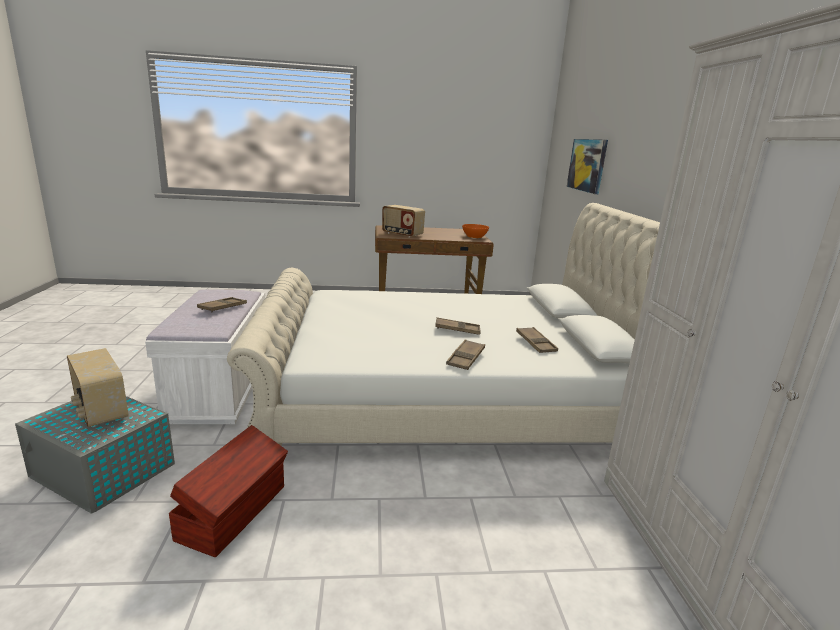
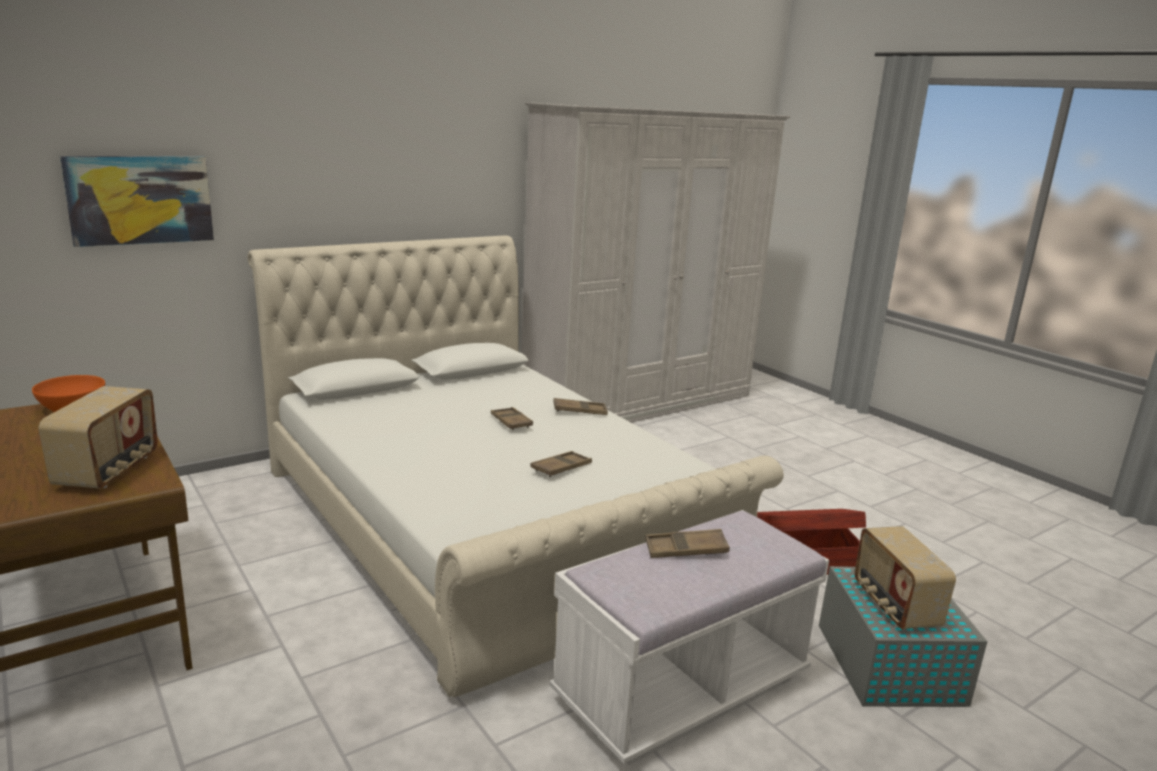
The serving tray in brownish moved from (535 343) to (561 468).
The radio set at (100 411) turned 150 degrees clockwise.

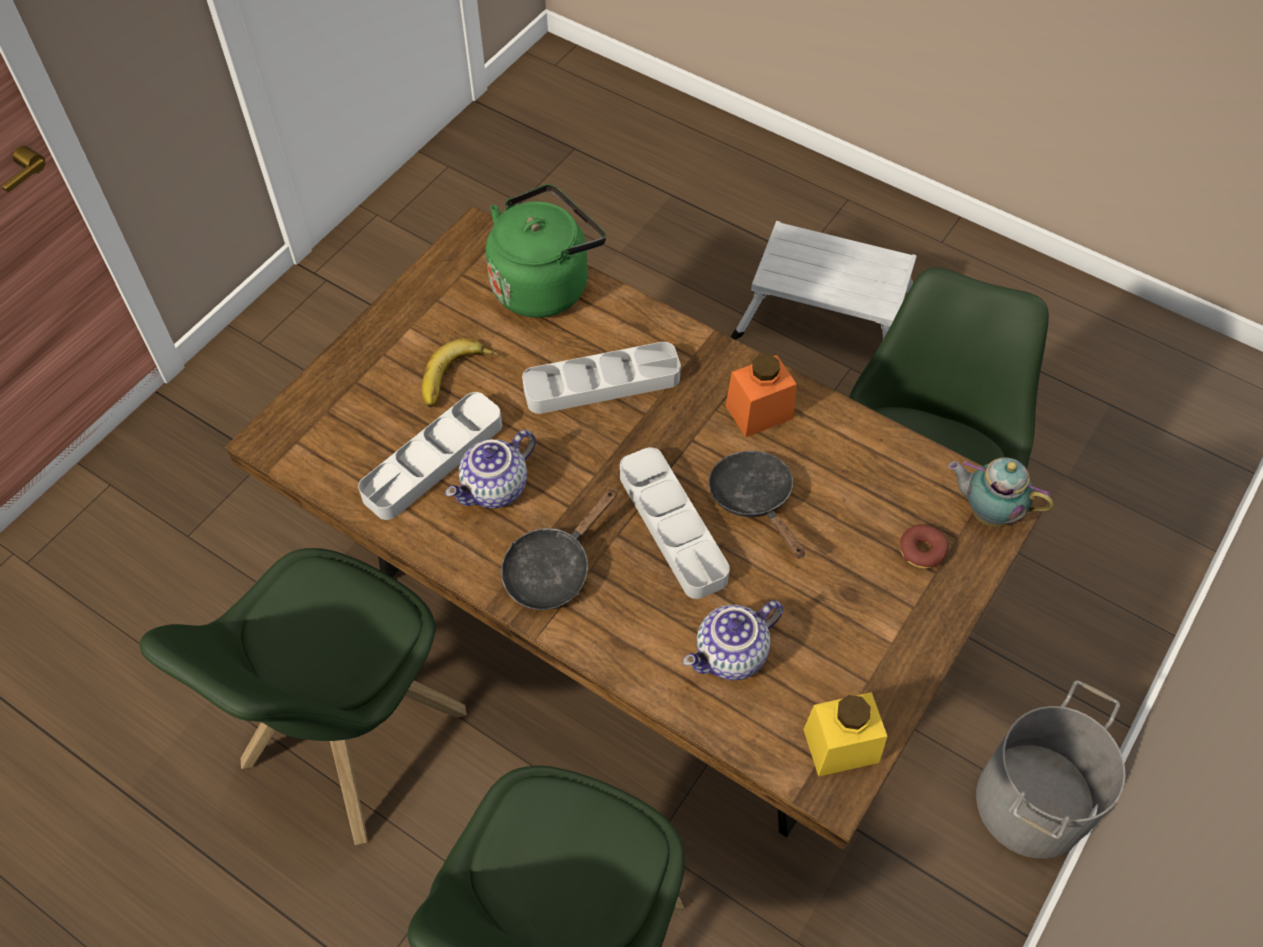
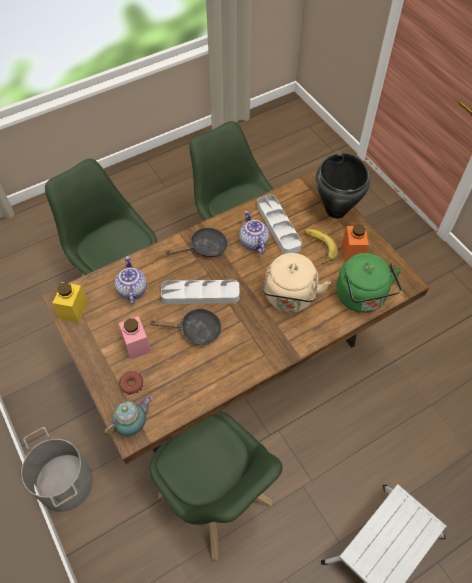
The serving tray in greyish at (602 383) was replaced by the kettle in beige-coloured at (290 298).
The preserve jar in orangey moved from (759 412) to (353 251).
The pan in blackish at (553 569) turned 90 degrees clockwise.
The saucepot in blackish at (336 210) appeared.
The preserve jar in pink at (136 344) appeared.

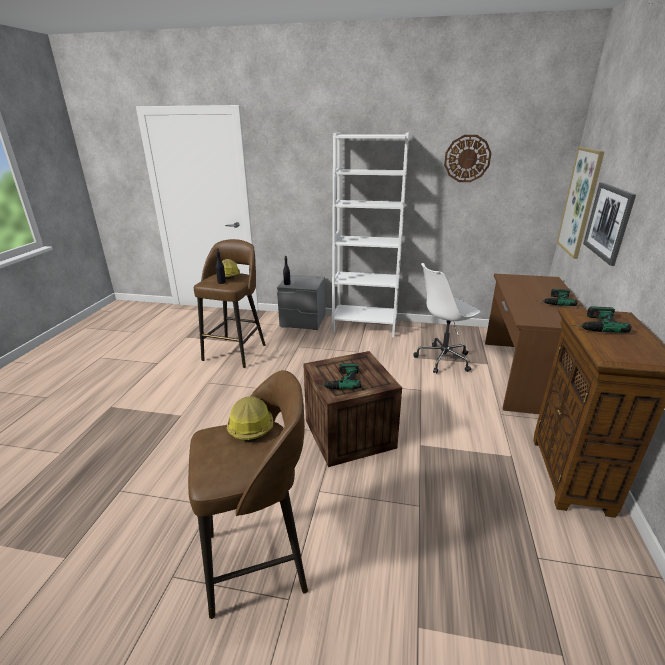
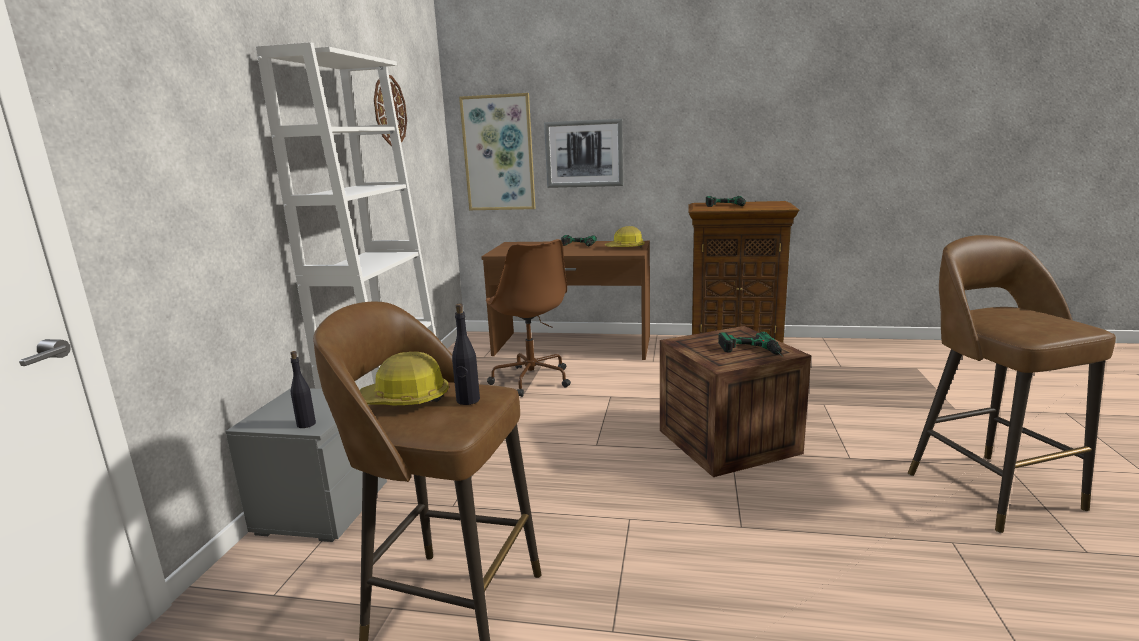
The desk chair in whitish at (442 360) became the desk chair in brownish at (532 381).
The work helmet moved from (250 425) to (625 248).

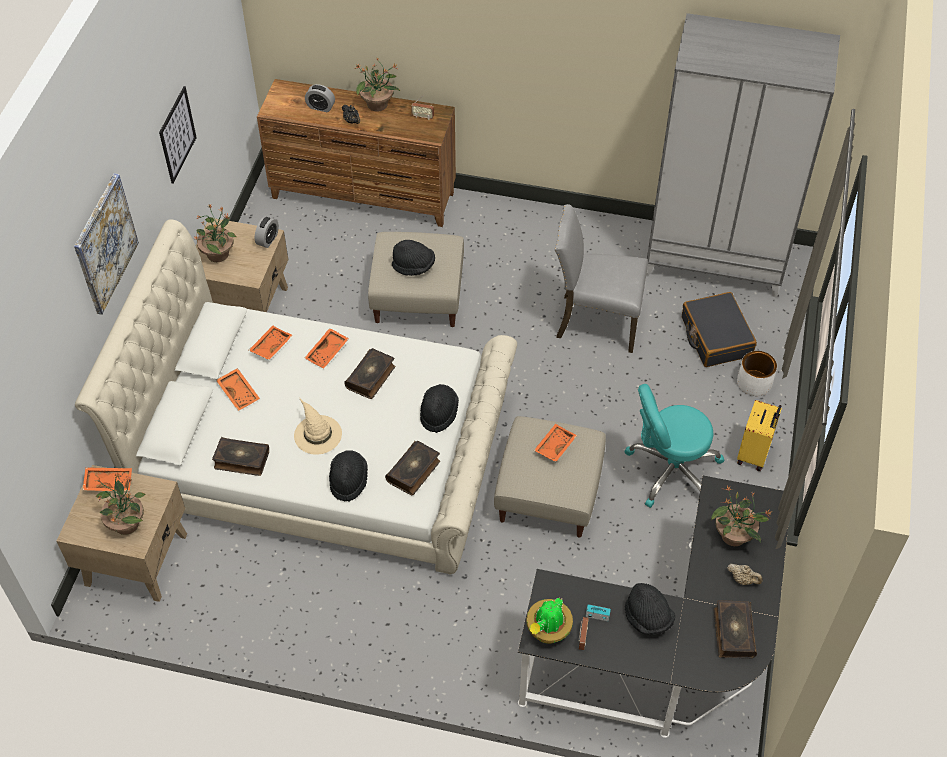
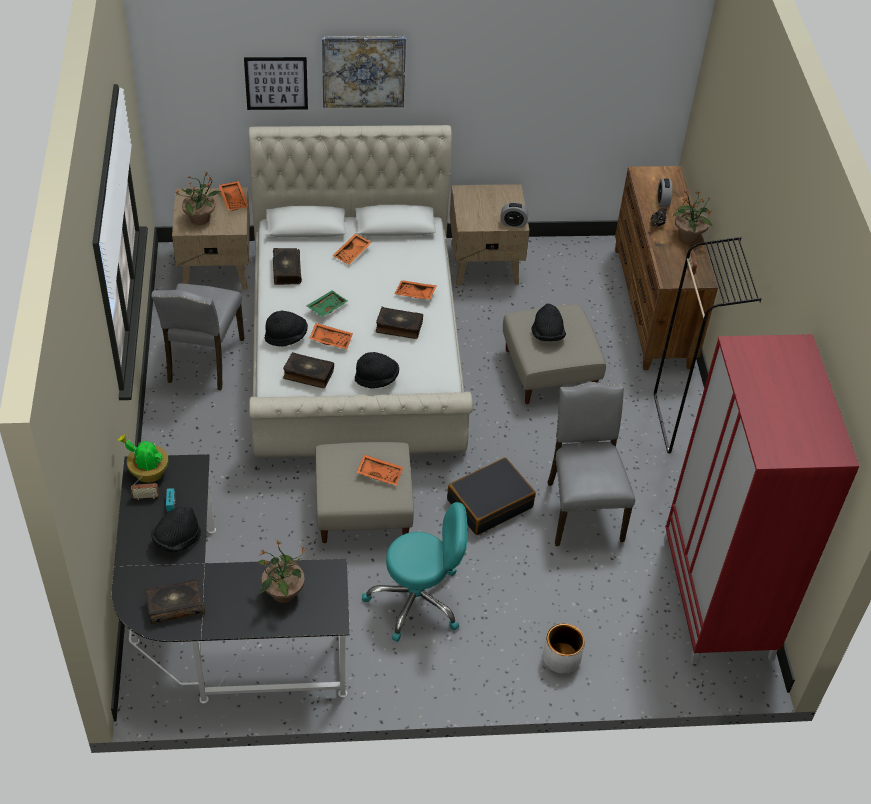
The wardrobe in greyish at (716 259) became the wardrobe in red-coloured at (718 599).
The wall picture moved from (177 134) to (276 83).
The plant in a pot at (218 254) disappeared.
The suitcase in blackish moved from (715 337) to (489 503).
The serving tray in orangey moved from (270 346) to (331 339).
The desk chair in blue-green at (669 472) turned 120 degrees clockwise.
The wearable hat in beige-coloured at (317 434) was replaced by the serving tray in green-coloured at (326 307).
The suitcase in yellow-coloured at (754 454) disappeared.
The pot for tea in beige-coloured at (743 579) disappeared.
The garment rack in blackish at (683 424) appeared.
The upright chair in greyish at (203 361) appeared.

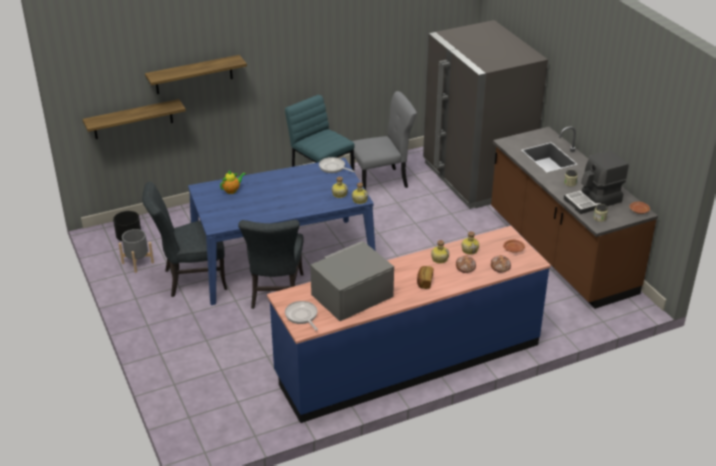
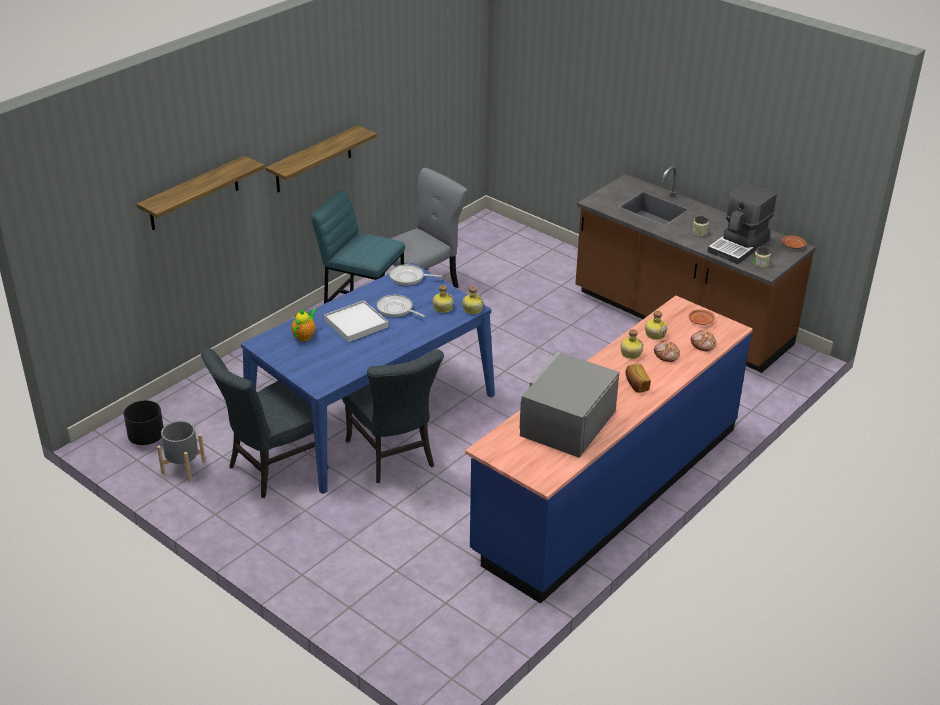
The refrigerator in greyish at (476 178) disappeared.
The bracket shelf moved from (133 119) to (313 159).
The pan moved from (302 316) to (396 309).
The serving tray in whitish at (356 324) appeared.

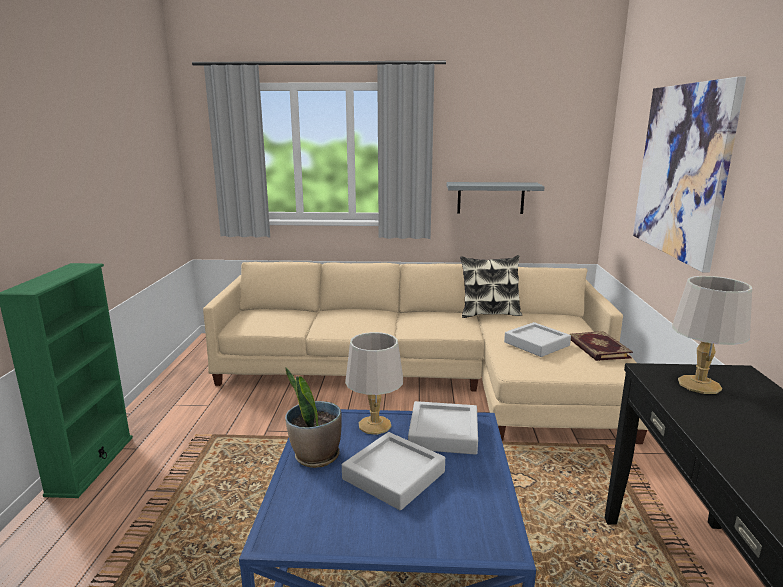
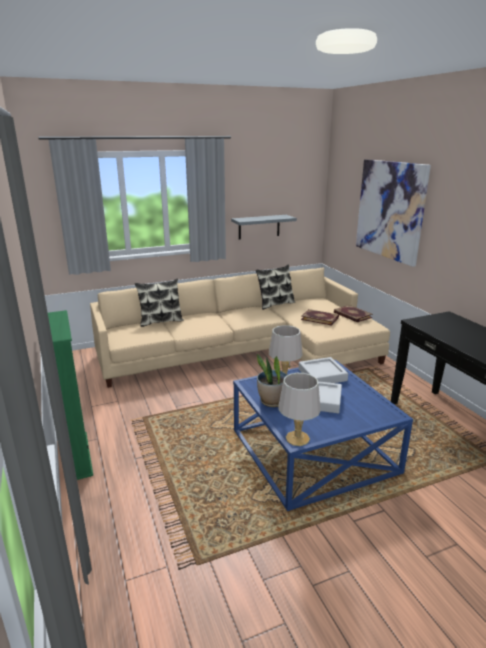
The tabletop lamp in greyish moved from (700 384) to (297 438).
The serving tray in greyish at (536 344) was replaced by the book at (320 318).
The cushion at (160 321) appeared.

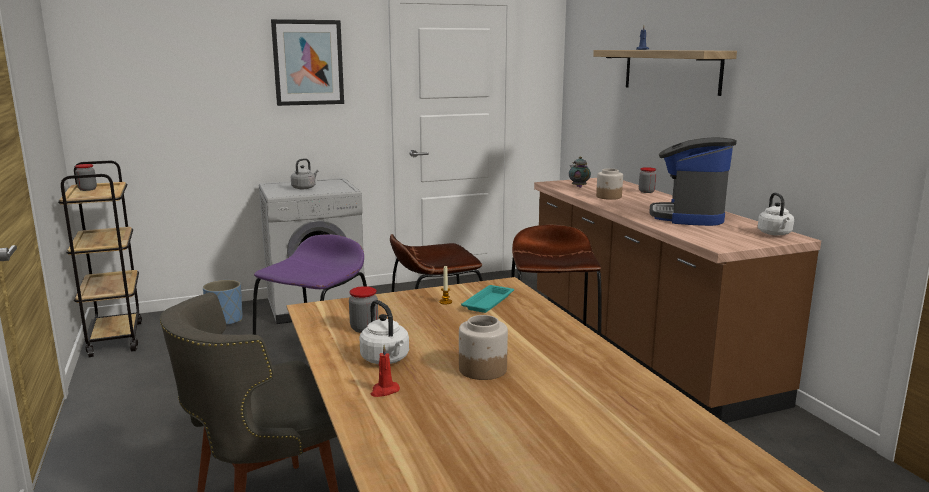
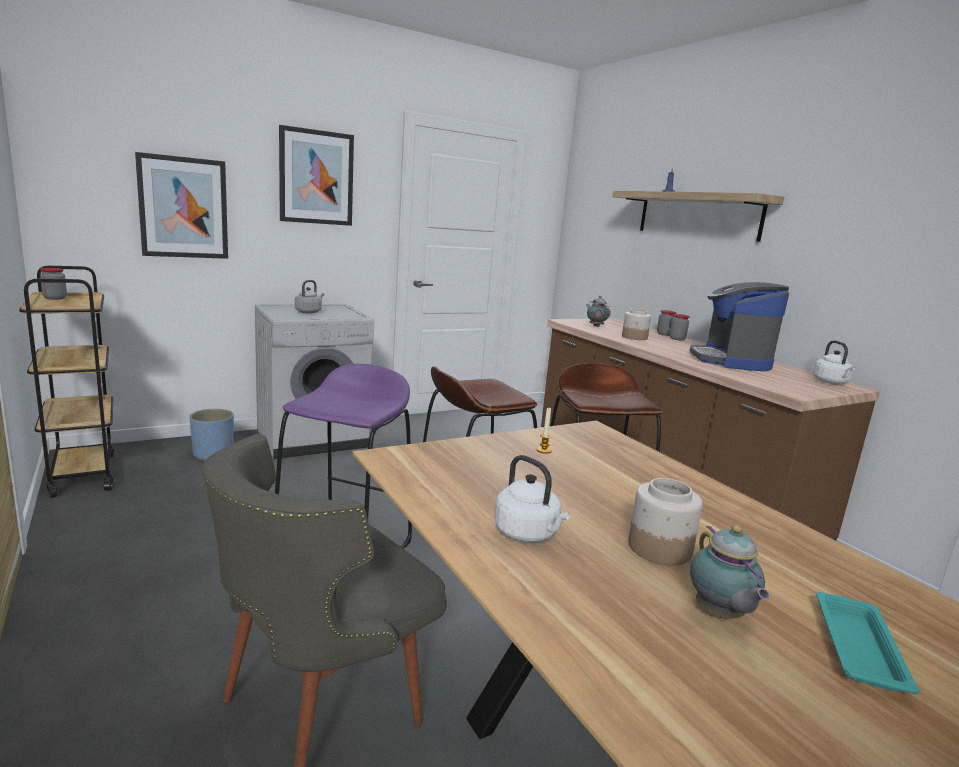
The serving tray in blue-green moved from (489 302) to (857 646).
The preserve jar moved from (364 328) to (677 339).
The candle in red-coloured at (384 391) disappeared.
The wall picture at (183 207) appeared.
The pot for tea at (719 615) appeared.

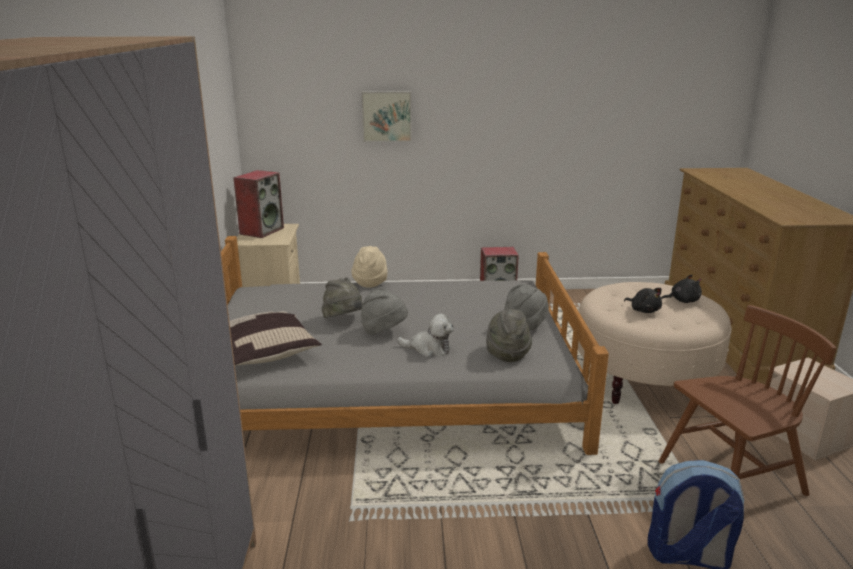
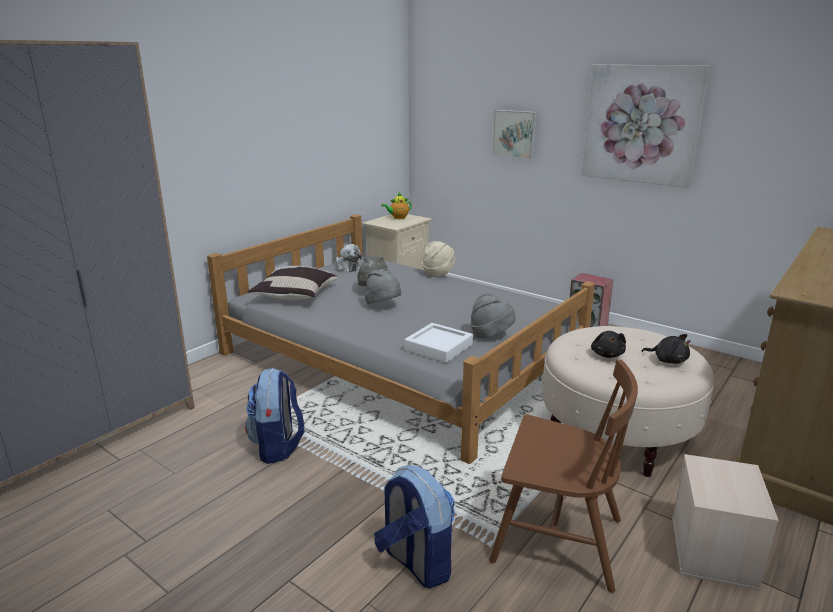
The audio speaker at (262 231) was replaced by the pot for tea at (398 218).
The wearable hat in greyish at (507 353) was replaced by the serving tray in whitish at (438 347).
The soft toy moved from (429 349) to (347 267).
The wall picture at (641 124) appeared.
The backpack at (278 447) appeared.

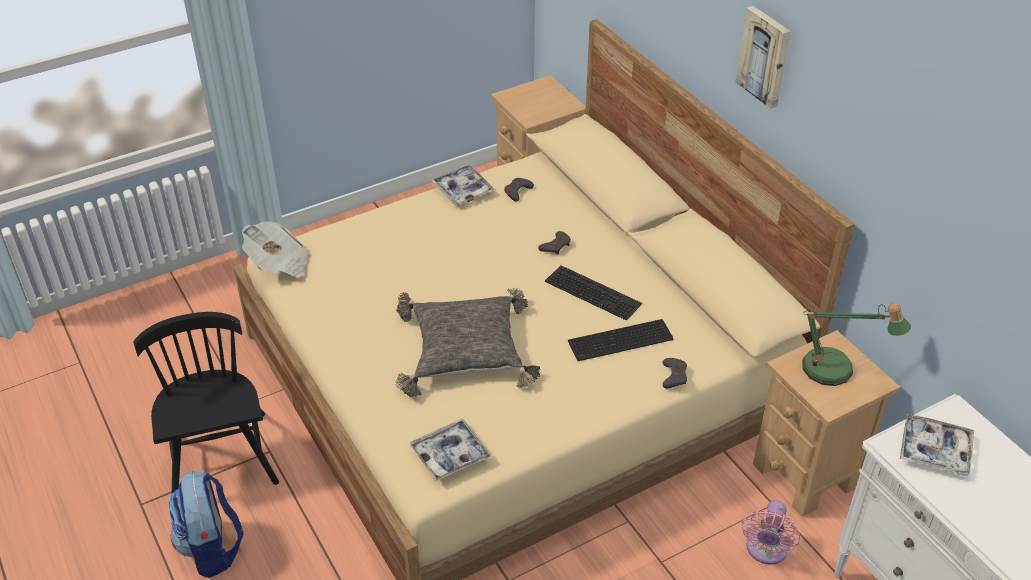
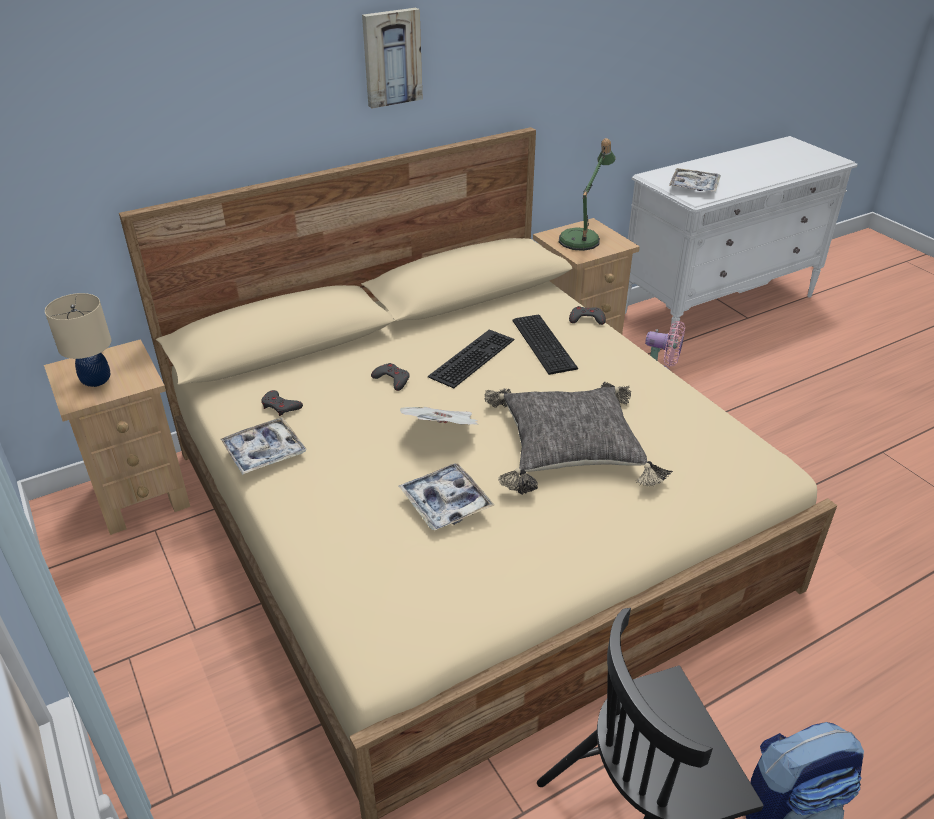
The newspaper moved from (278 263) to (443 432).
The serving tray moved from (450 455) to (445 503).
The tabletop lamp in beige-coloured at (98 380) appeared.

